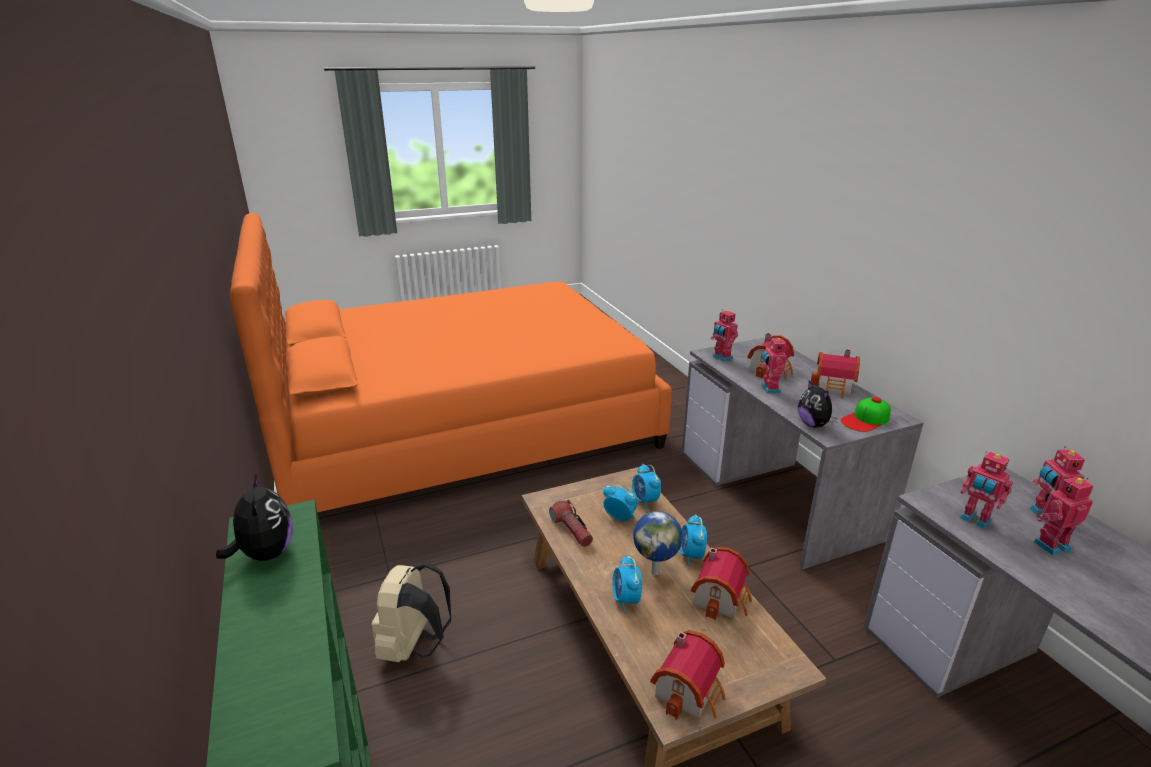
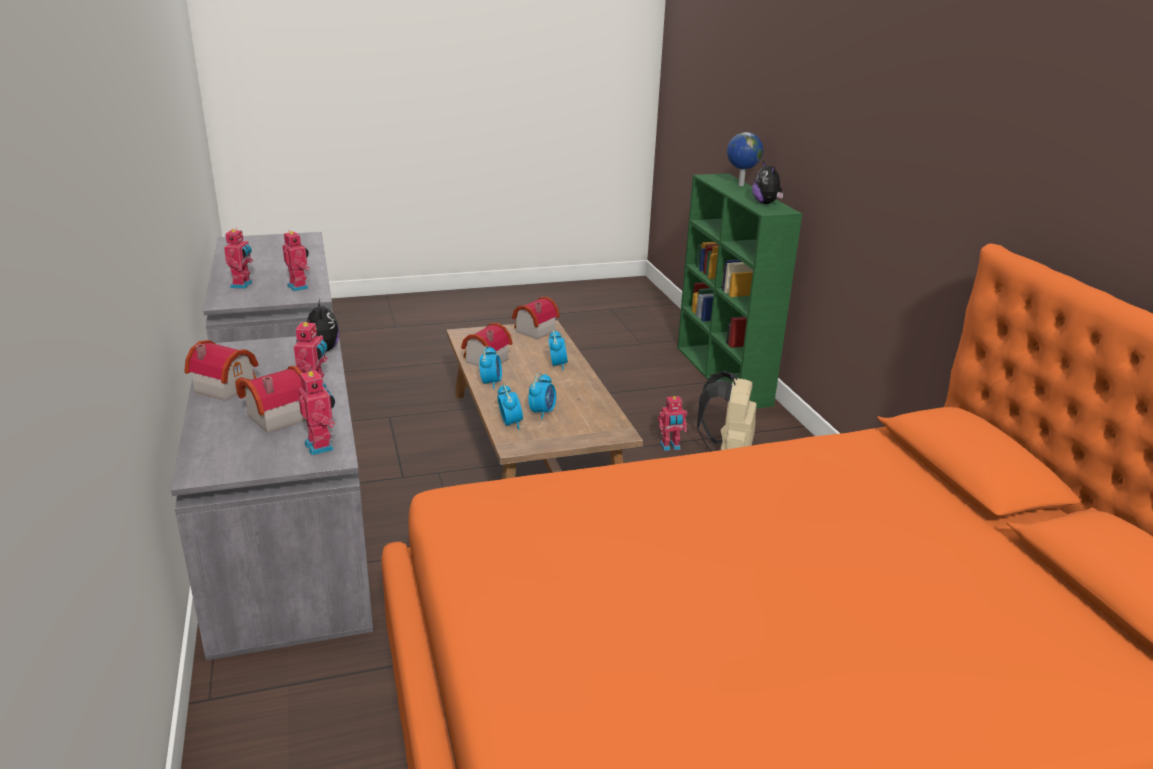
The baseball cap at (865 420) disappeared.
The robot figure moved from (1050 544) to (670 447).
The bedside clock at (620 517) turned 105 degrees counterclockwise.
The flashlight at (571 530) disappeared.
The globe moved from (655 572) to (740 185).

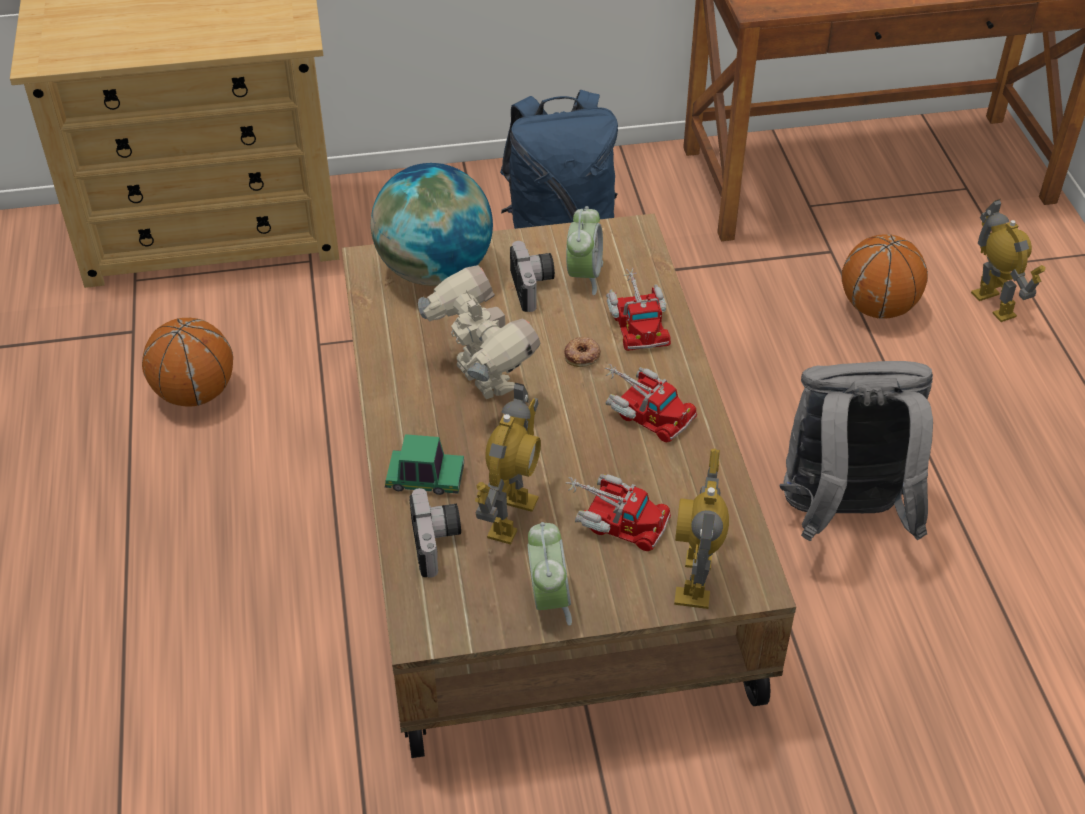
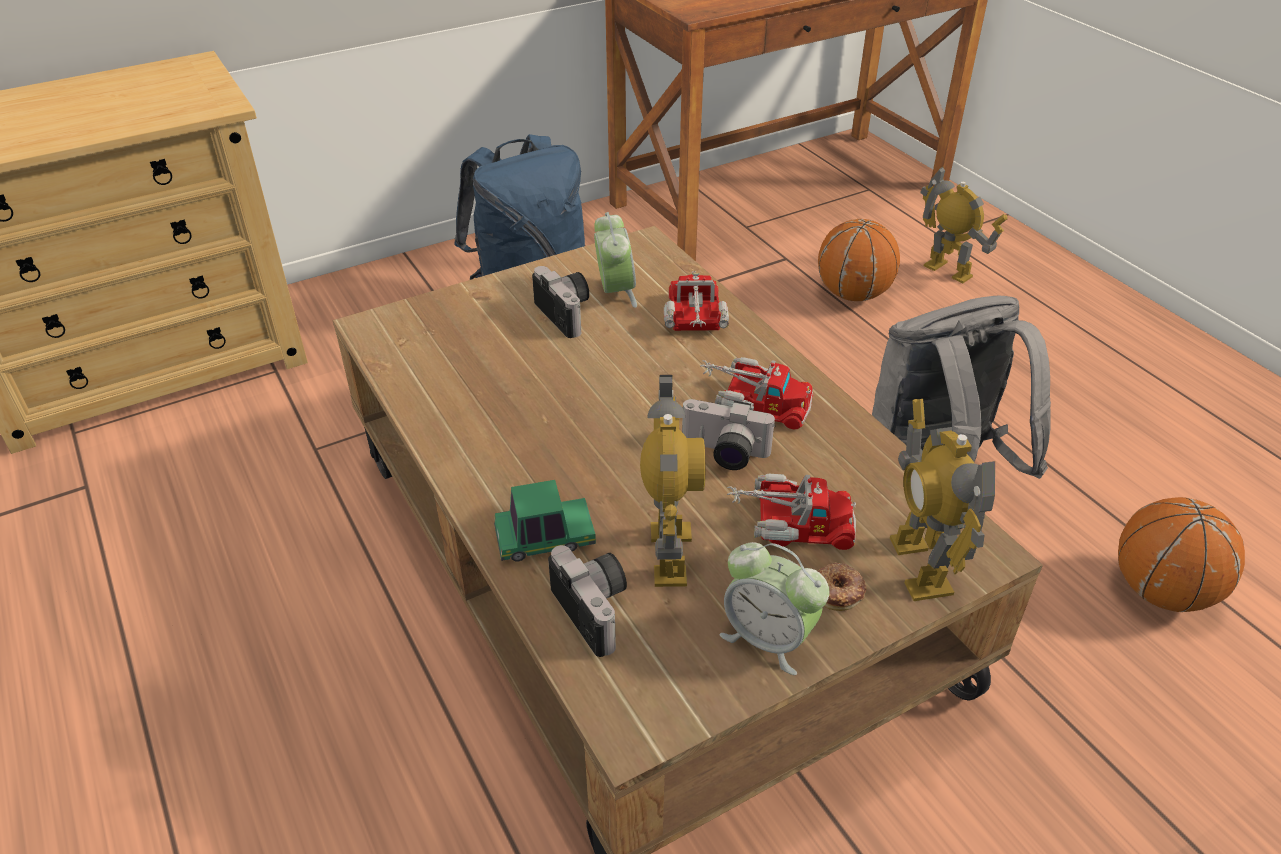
The globe at (435 270) disappeared.
The robot figure at (481 381) disappeared.
The toy lorry at (638 320) turned 150 degrees counterclockwise.
The basketball ball moved from (195 393) to (1161 592).
The donut moved from (582 355) to (839 590).
The bedside clock at (549 599) turned 150 degrees clockwise.
The photo camera at (723 454) appeared.

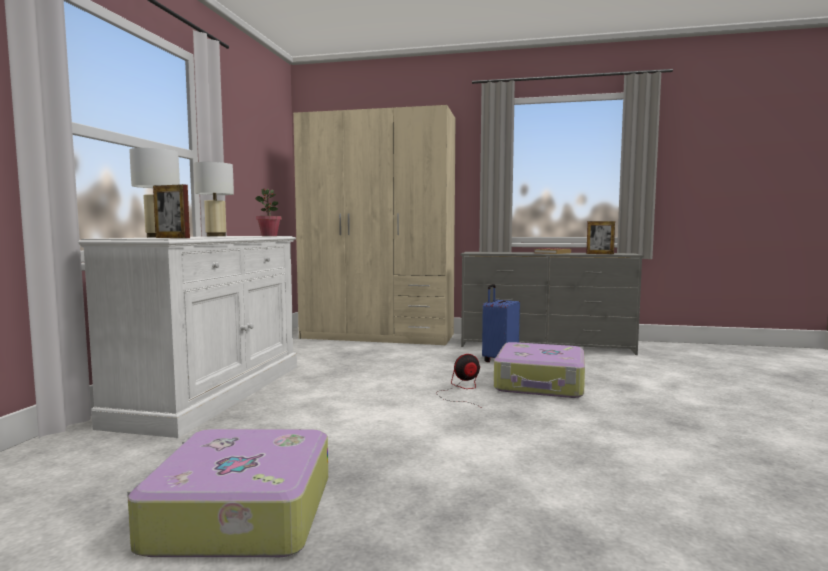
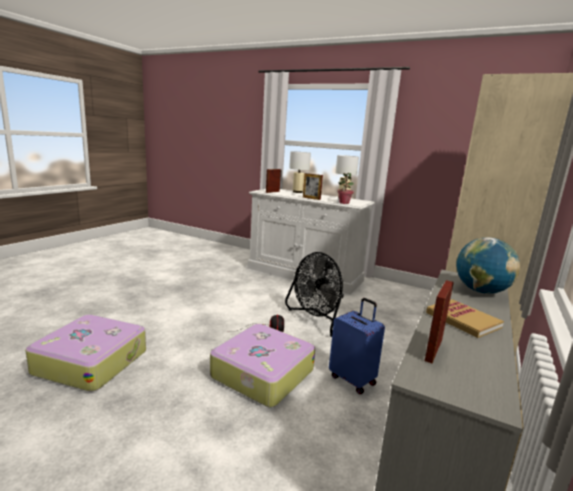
The suitcase moved from (239 514) to (91 361).
The photo frame at (311 198) appeared.
The globe at (481 291) appeared.
The electric fan in blackish at (317 318) appeared.

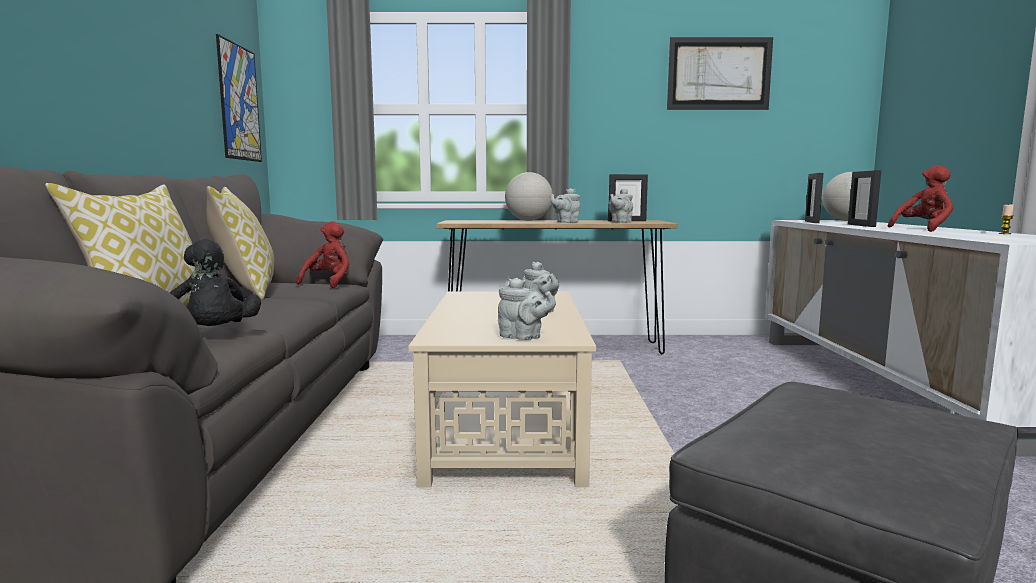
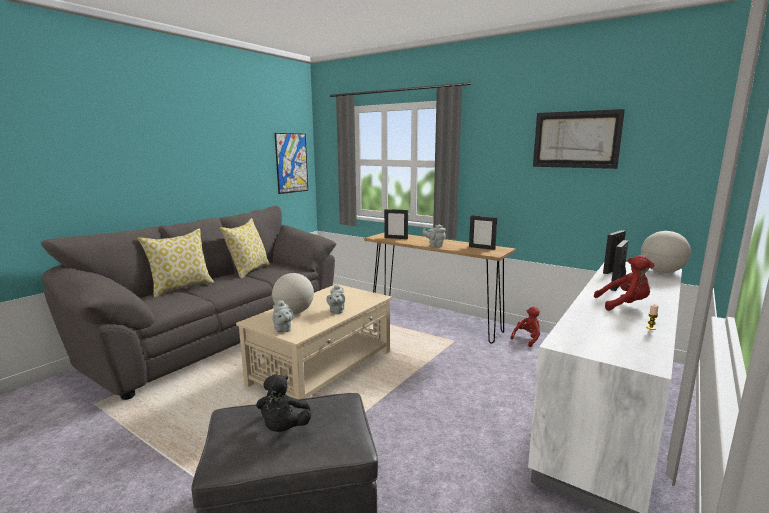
The globe moved from (529 220) to (294 312).
The pot for tea in greyish at (620 222) disappeared.
The soft toy in red-coloured moved from (329 283) to (527 339).
The soft toy in blackish moved from (213 336) to (284 428).
The photo frame at (396 238) appeared.

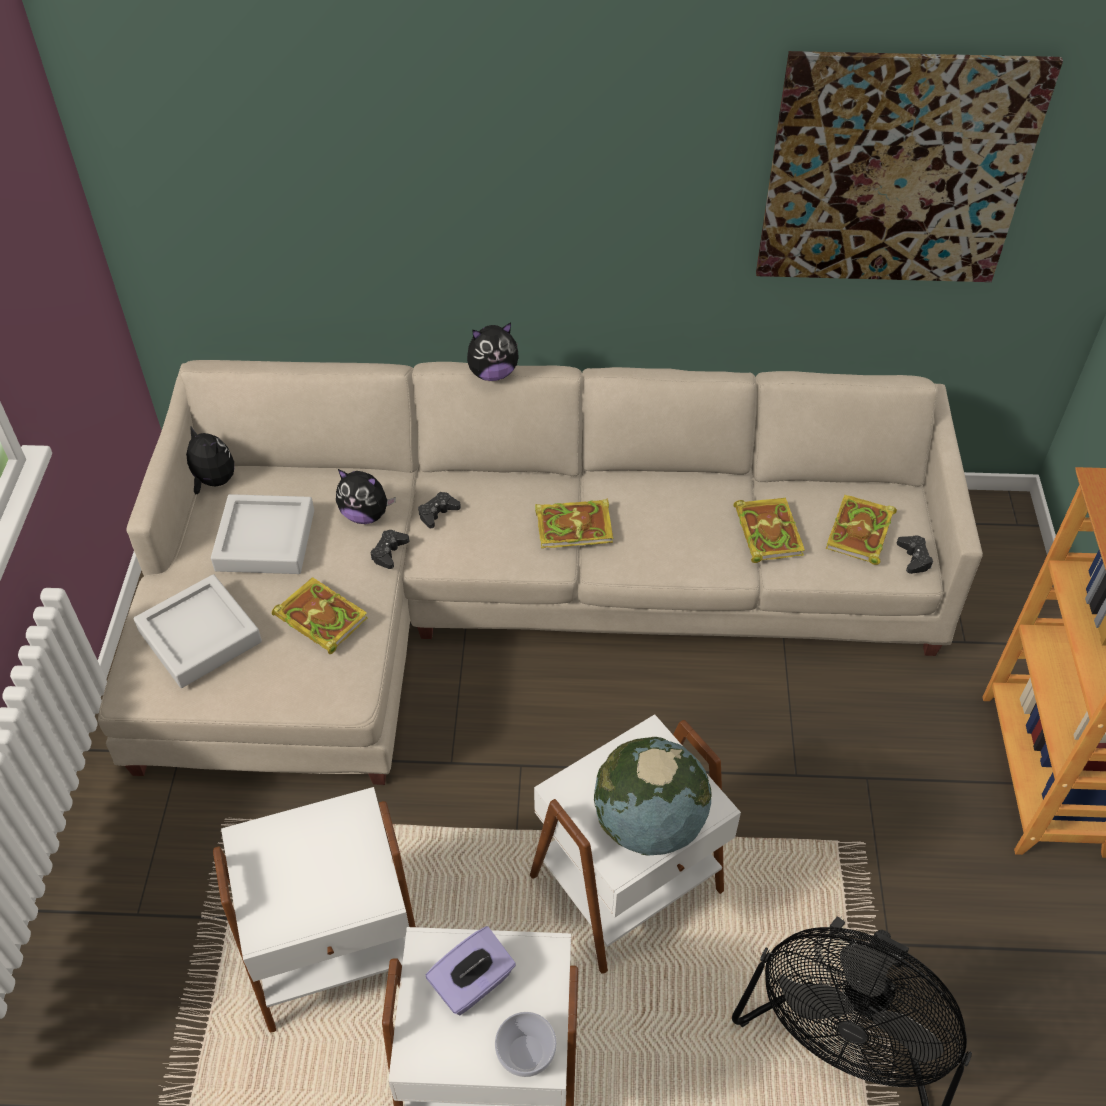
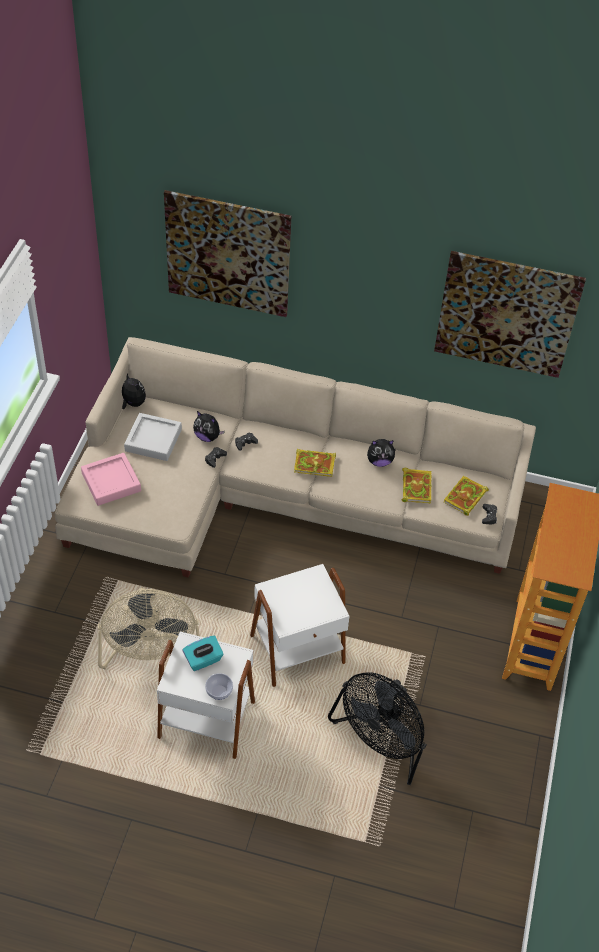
The soft toy moved from (493 373) to (379 461).
The serving tray in greyish at (200 636) became the serving tray in pink at (111 482).
The book at (319 617) disappeared.
The globe at (648 824) disappeared.
The end table in whitish at (337 951) was replaced by the electric fan in beige-coloured at (147 649).
The tissue holder in purplish at (473 983) became the tissue holder in blue-green at (203 660).
The wall picture at (228 253) appeared.

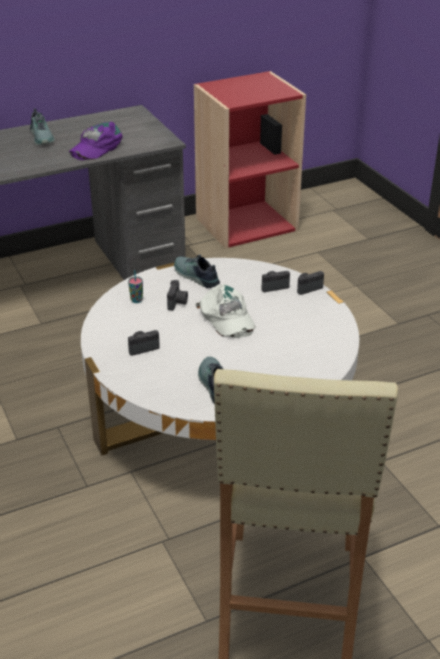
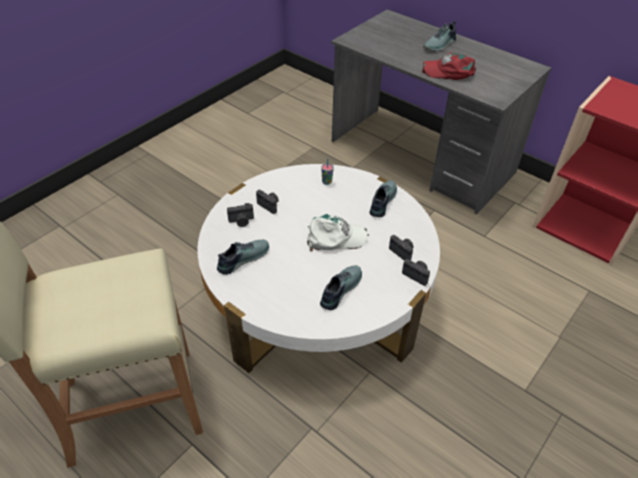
The baseball cap in purplish at (96 147) became the baseball cap in red-coloured at (449 71).
The photo camera moved from (177 302) to (241 221).
The baseball cap in whitish at (226 318) turned 135 degrees counterclockwise.
The low shoe at (339 289) appeared.

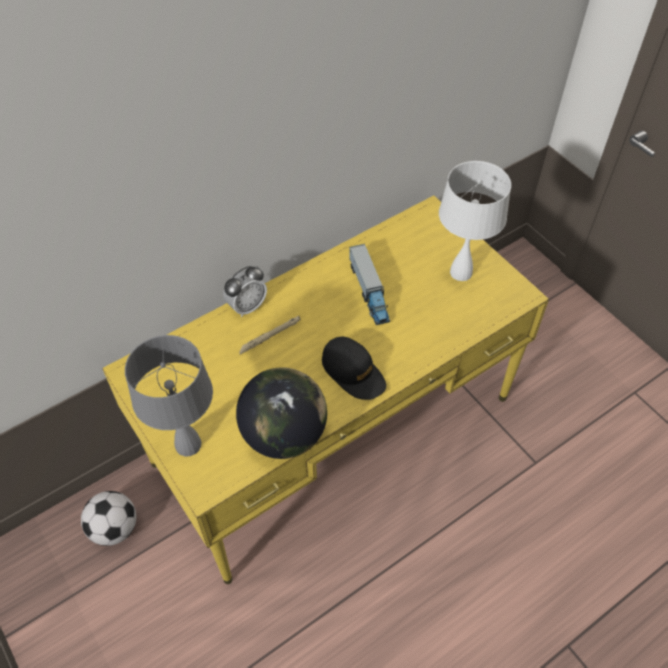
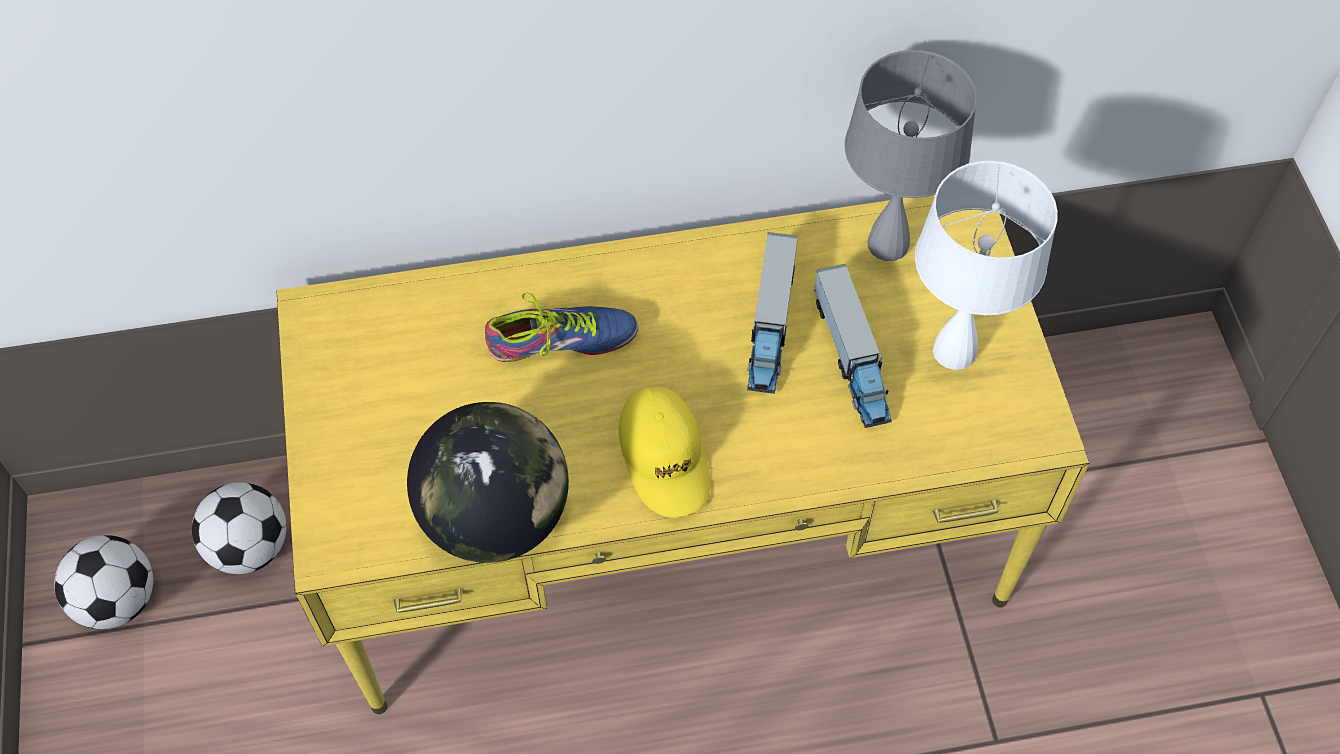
The bedside clock at (247 306) disappeared.
The flashlight in beige-coloured at (270 336) was replaced by the low shoe at (561 340).
The tabletop lamp in greyish moved from (187 444) to (887 243).
The baseball cap in blackish at (353 372) became the baseball cap in yellow-coloured at (665 458).
The toy lorry at (851 357) appeared.
The football ball at (118 600) appeared.

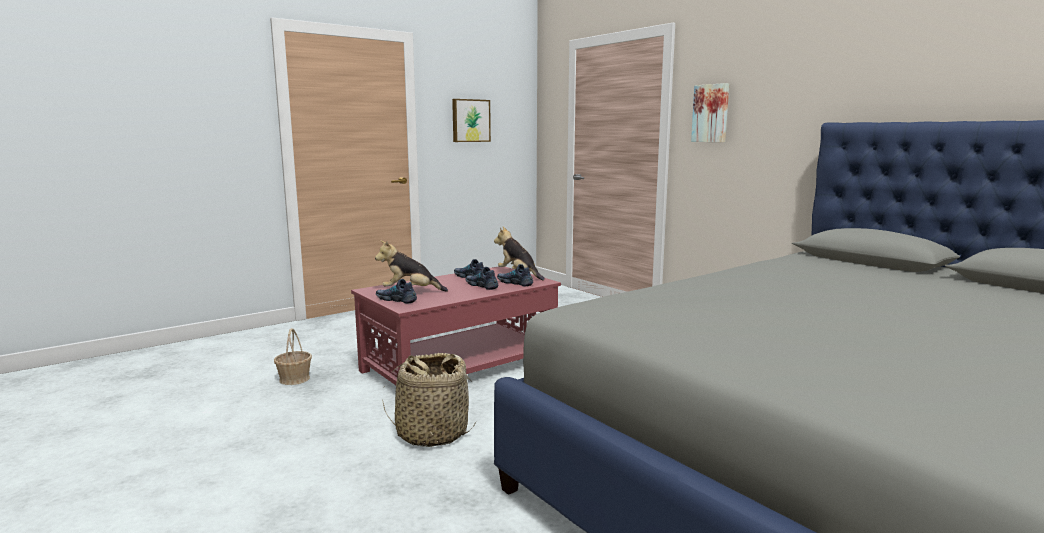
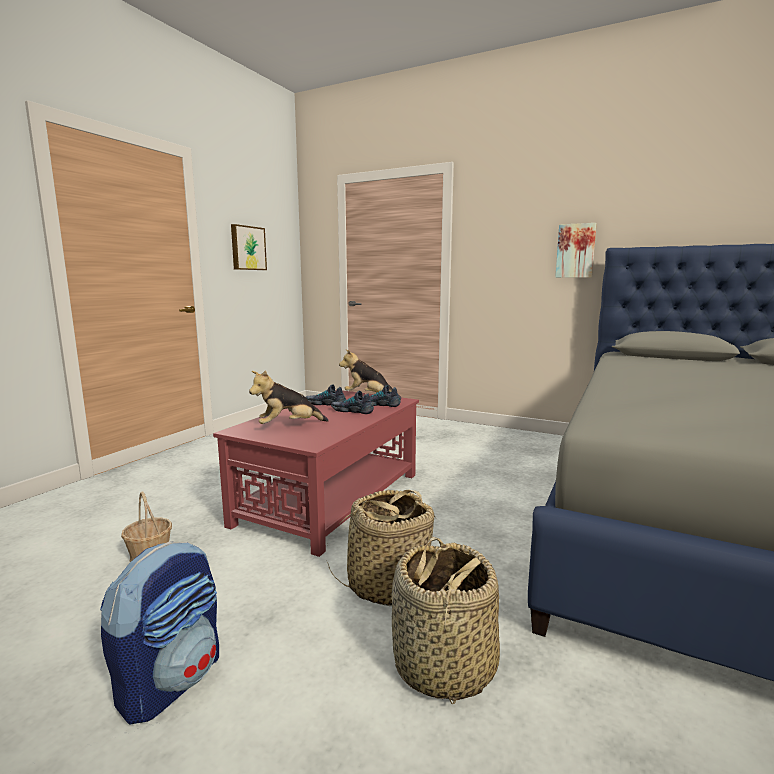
The wall picture moved from (711 113) to (575 251).
The low shoe at (396 299) disappeared.
The storage basket at (443 666) appeared.
The backpack at (171 680) appeared.

